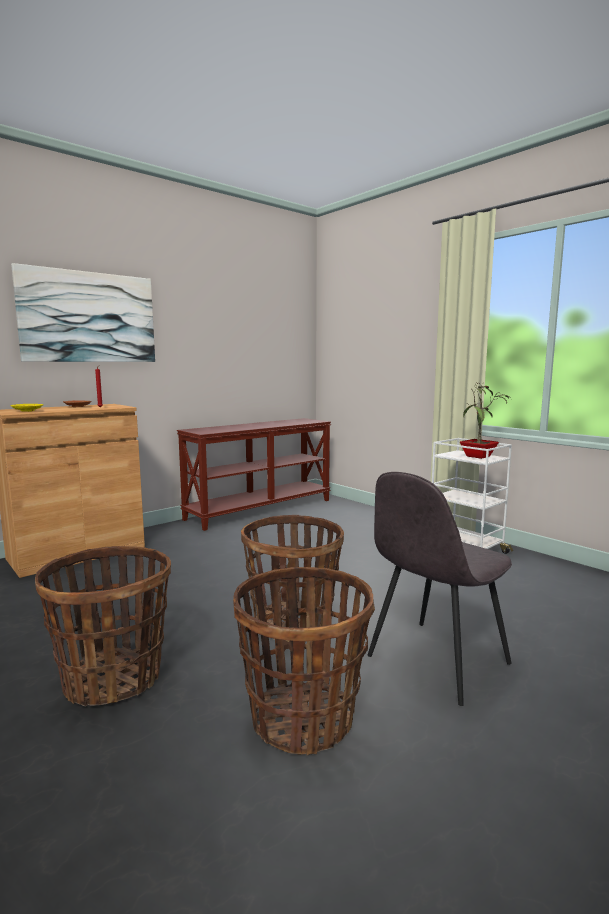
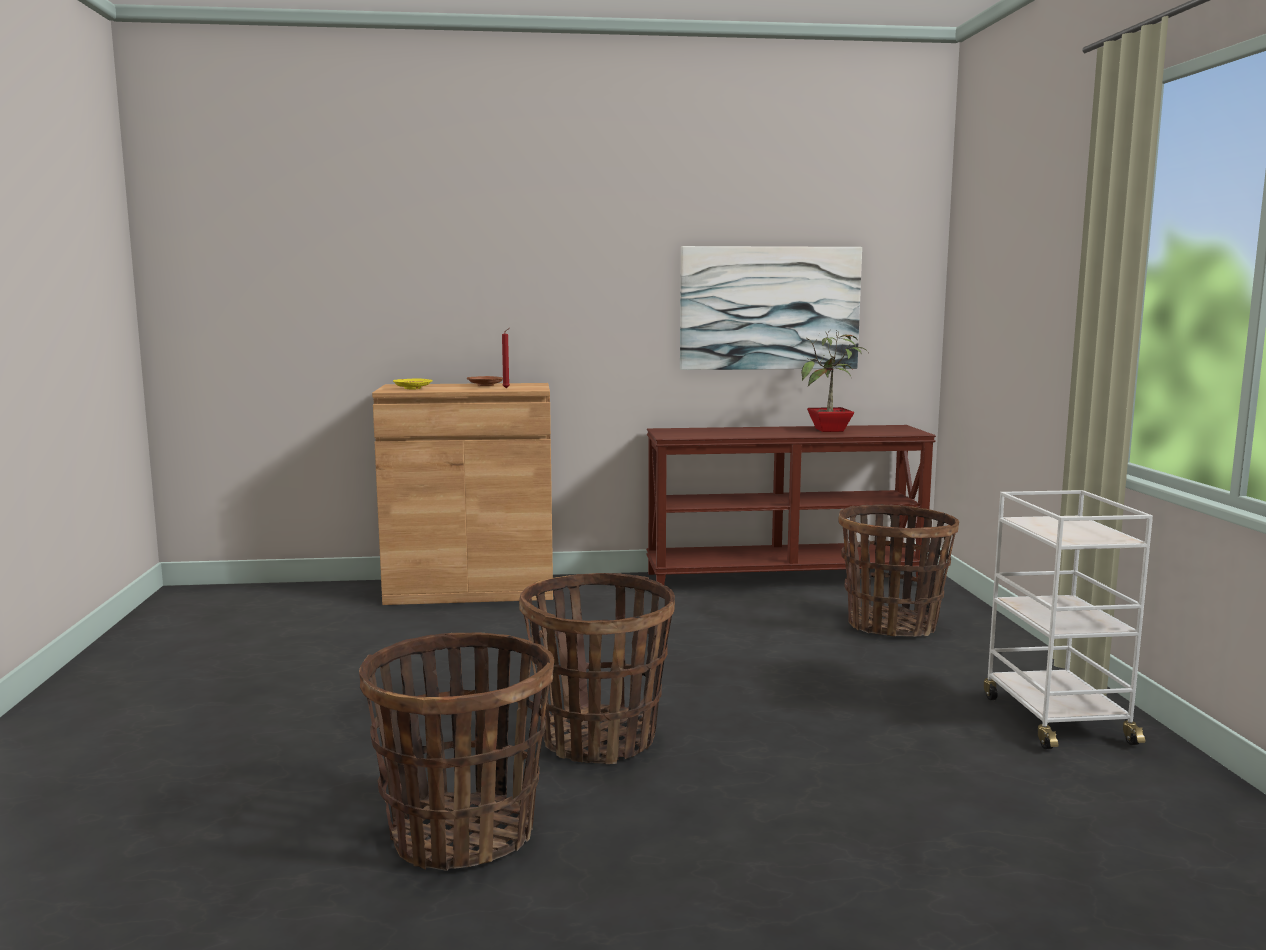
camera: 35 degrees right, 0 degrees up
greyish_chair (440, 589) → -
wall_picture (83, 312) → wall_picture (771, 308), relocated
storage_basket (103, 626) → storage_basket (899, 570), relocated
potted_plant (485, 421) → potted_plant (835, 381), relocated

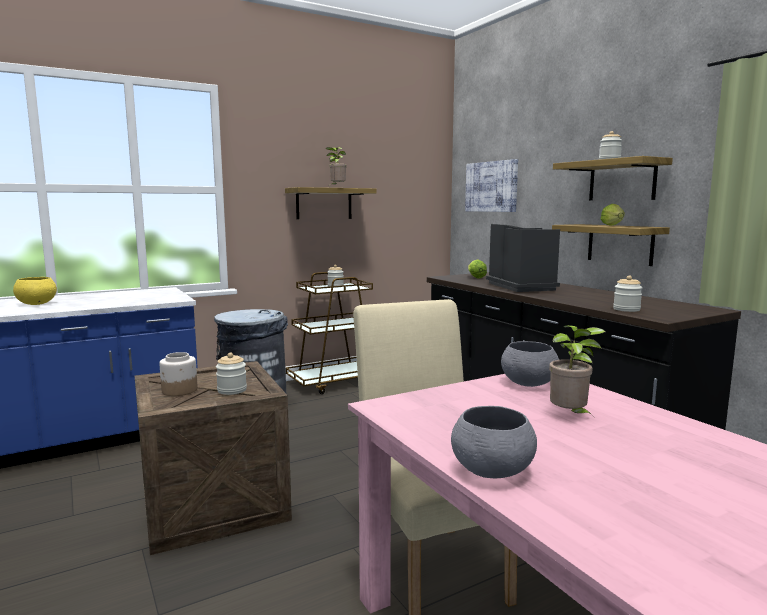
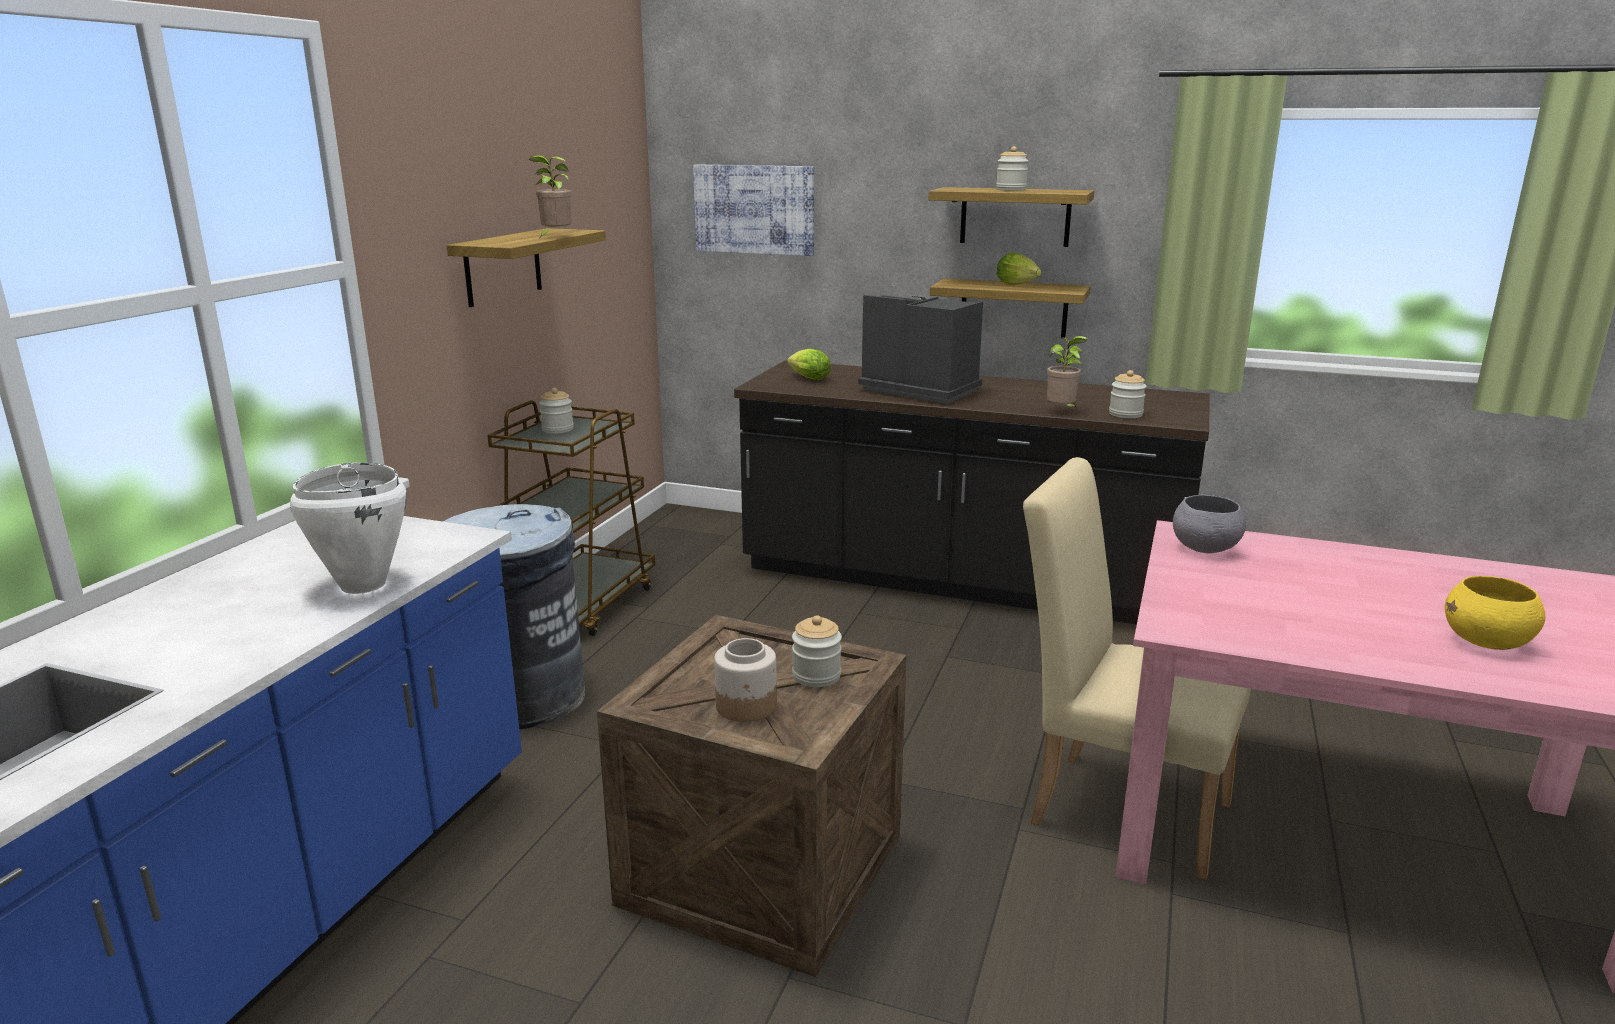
camera: 40 degrees left, 10 degrees up
greyish_bowl (494, 442) → -
- → white_stockpot (348, 528)
yellow-coloured_bowl (35, 291) → yellow-coloured_bowl (1495, 613), relocated
potted_plant (577, 371) → potted_plant (1067, 372), relocated

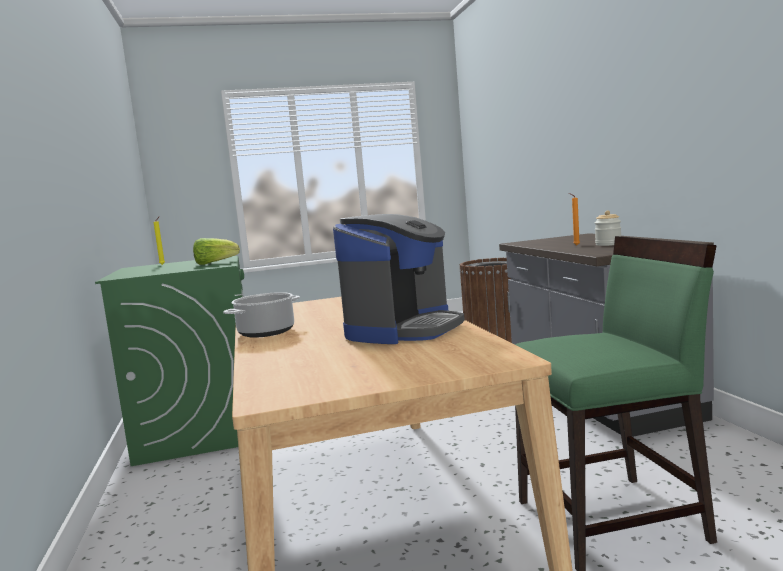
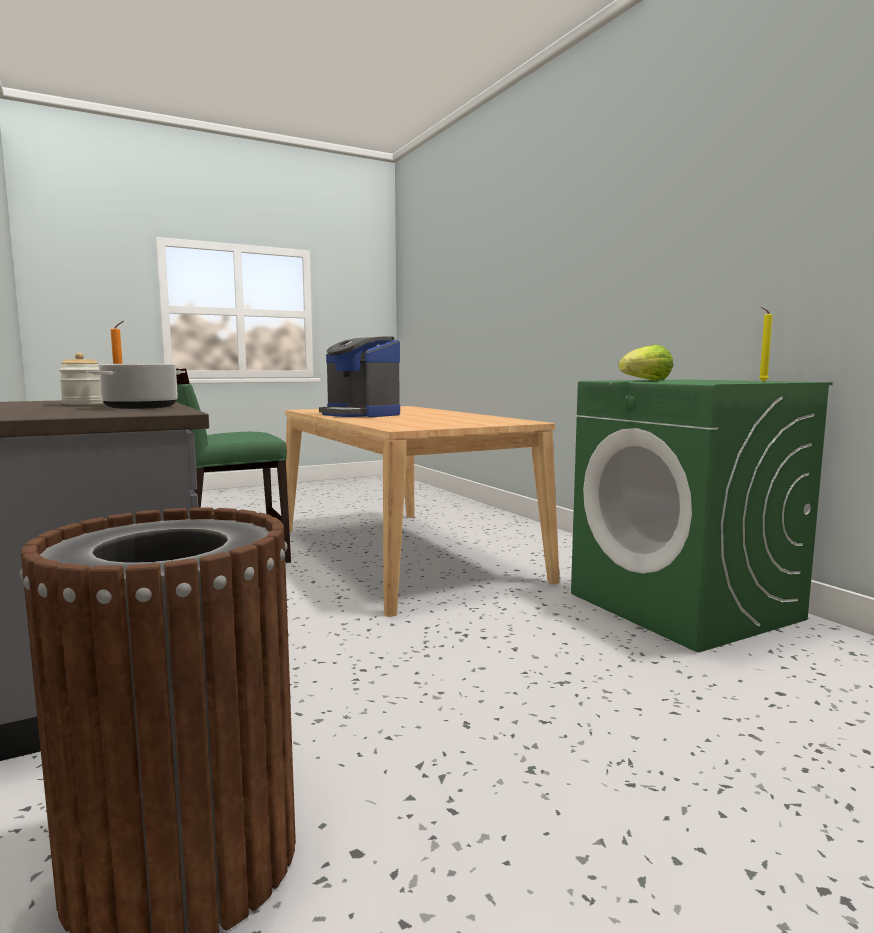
camera: 165 degrees right, 0 degrees up
stockpot (261, 315) → stockpot (135, 386), relocated
coffee_machine (399, 279) → coffee_machine (359, 376), 60 degrees counterclockwise

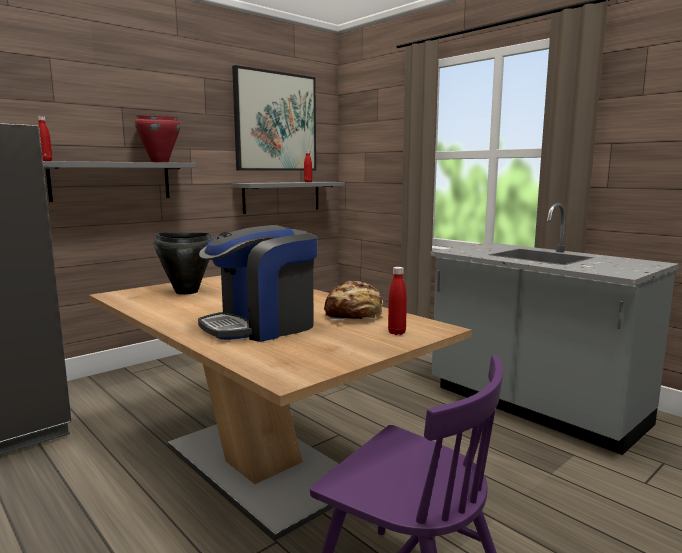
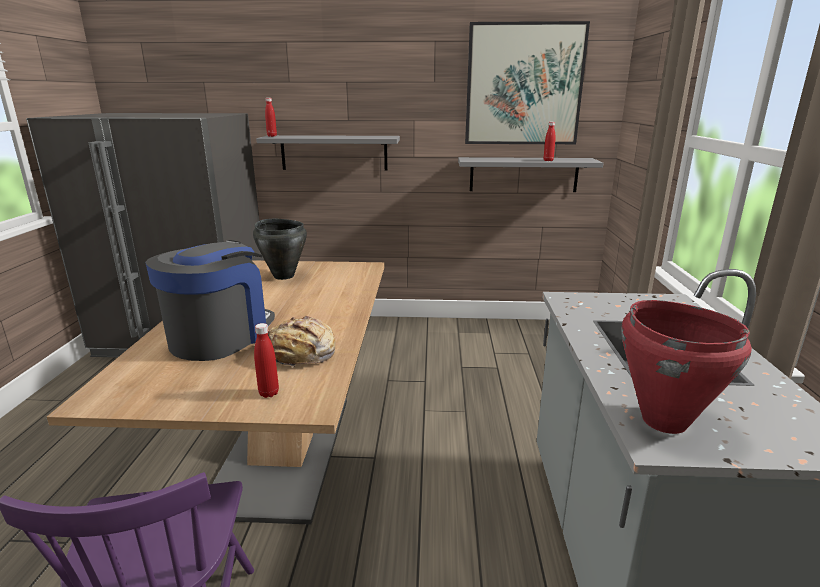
camera: 45 degrees right, 10 degrees up
red_stockpot (157, 139) → red_stockpot (686, 367), relocated
coffee_machine (257, 283) → coffee_machine (210, 300), 105 degrees clockwise

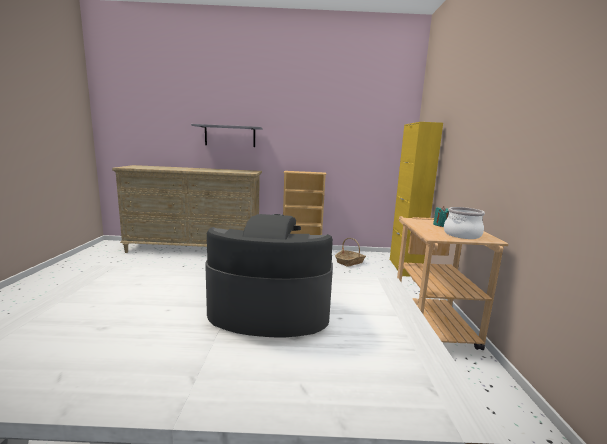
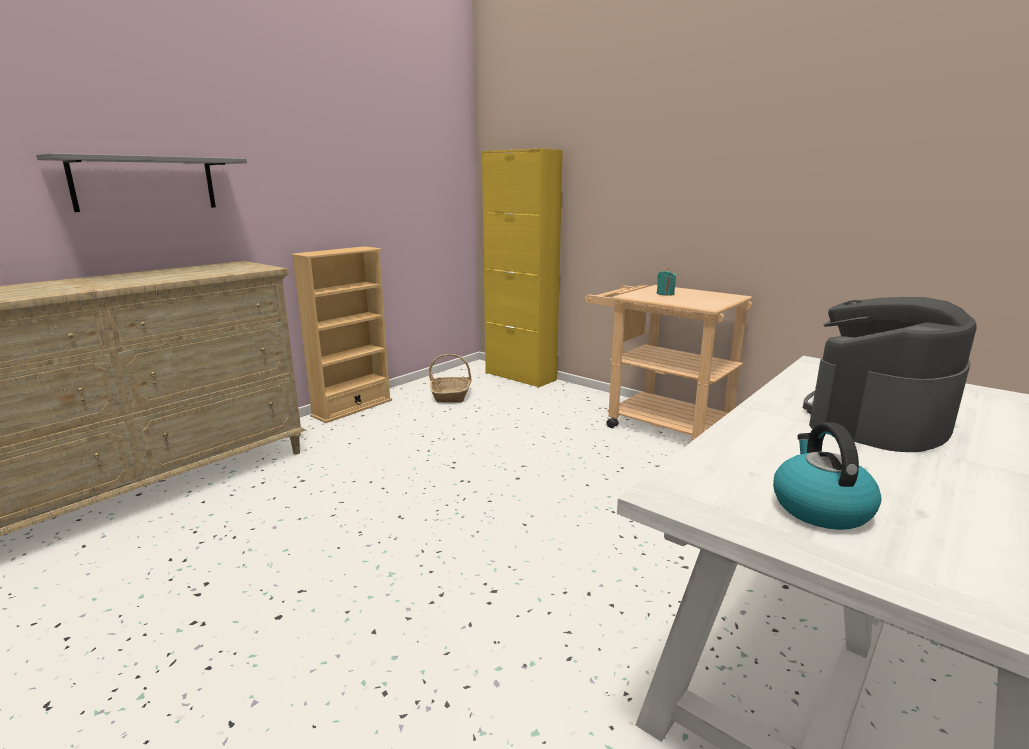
camera: 50 degrees left, 5 degrees up
stockpot (464, 223) → -
- → tea_kettle (827, 476)

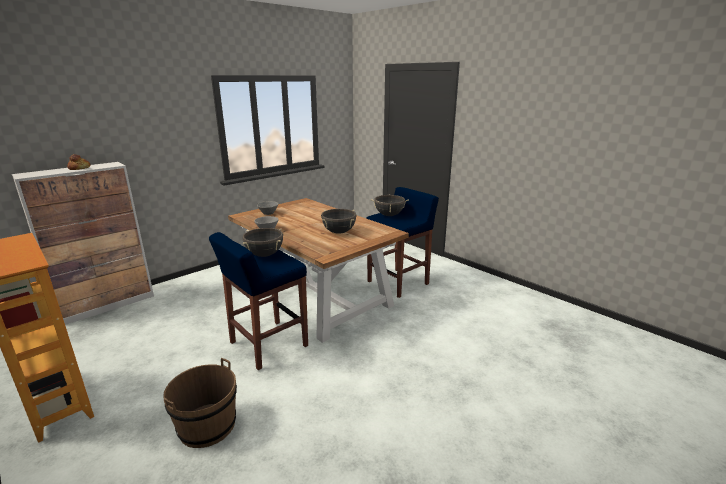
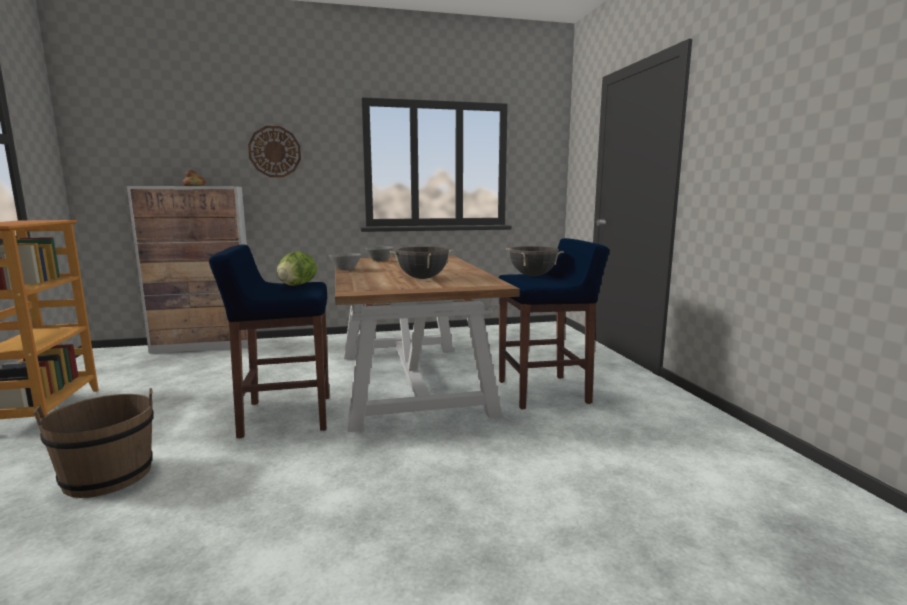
camera: 30 degrees right, 10 degrees down
- → clock_on_the_wall (274, 151)
black-coloured_stockpot (262, 242) → head_of_lettuce (297, 268)

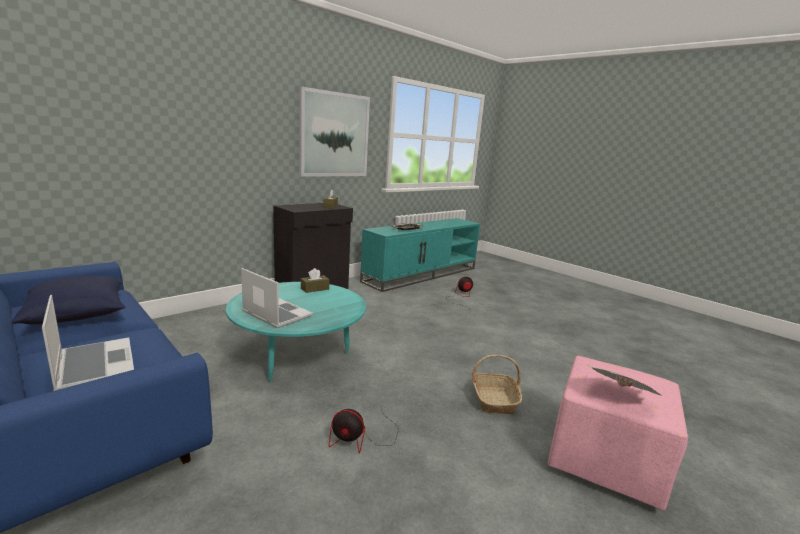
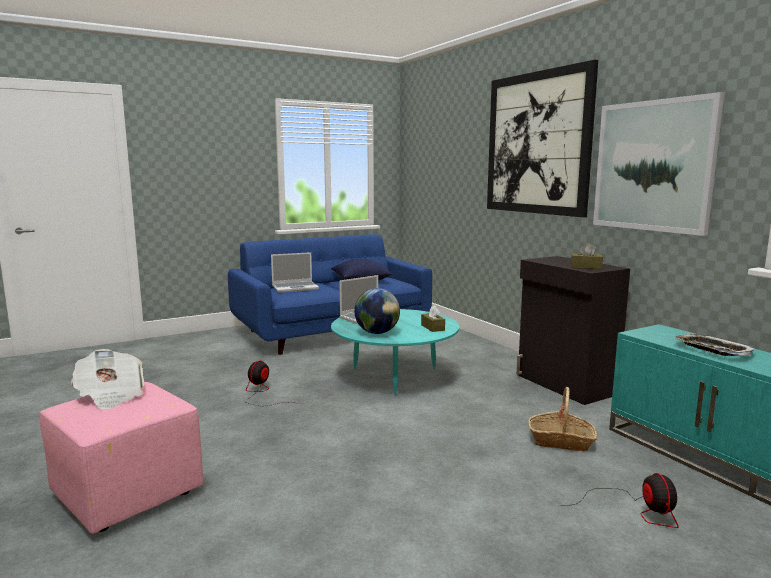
camera: 105 degrees right, 5 degrees down
- → desk_globe (377, 311)
- → wall_picture (542, 138)
storage_basket (497, 384) → storage_basket (562, 419), relocated

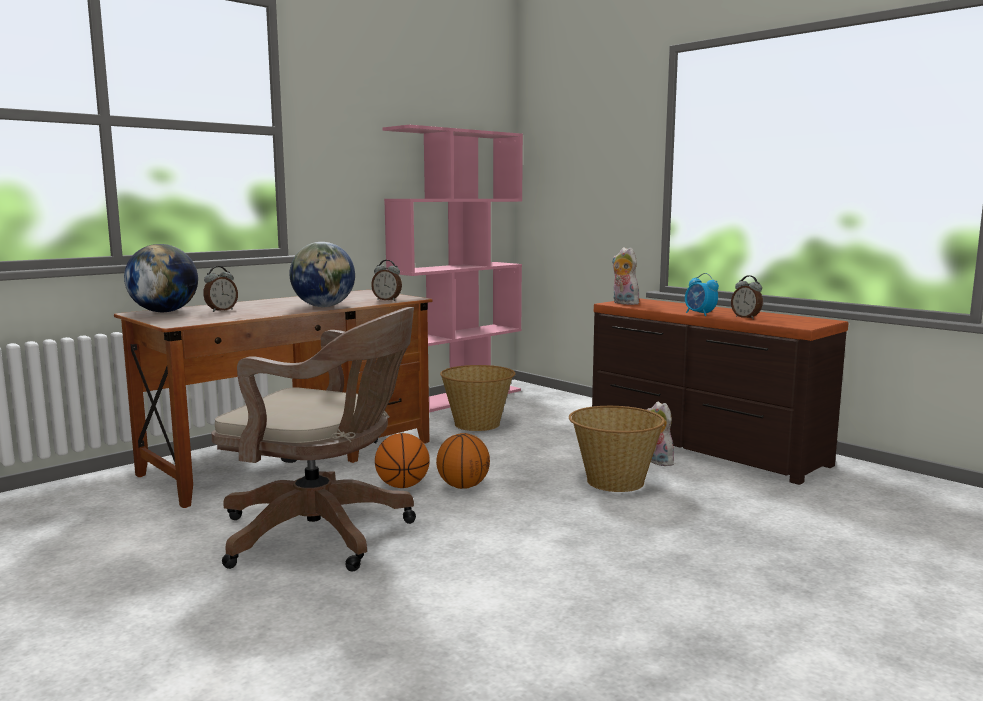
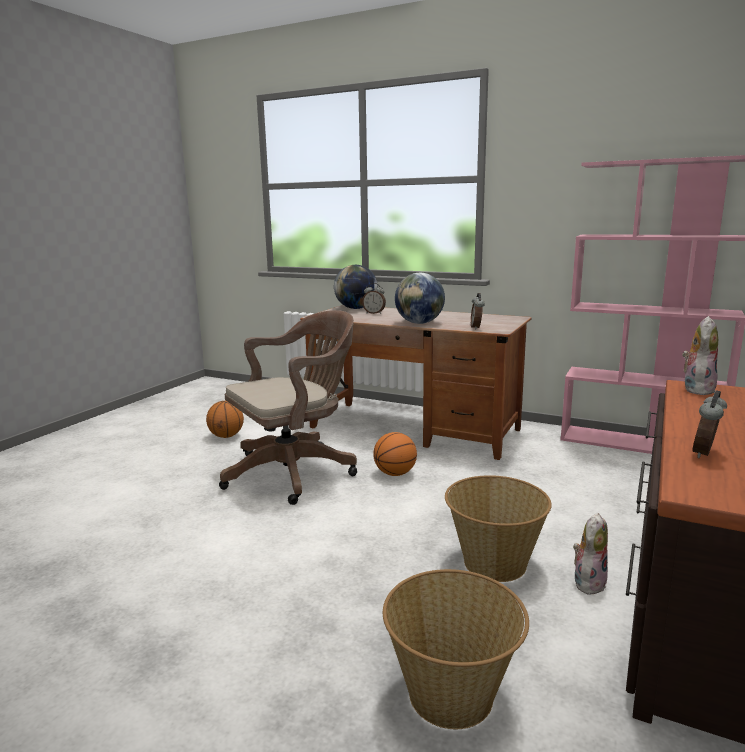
camera: 70 degrees right, 5 degrees up
table_clock (702, 294) → -
basketball (463, 461) → basketball (225, 419), relocated
storage_basket (477, 398) → storage_basket (456, 649), relocated
brown_desk_chair (313, 439) → brown_desk_chair (288, 407), 120 degrees counterclockwise

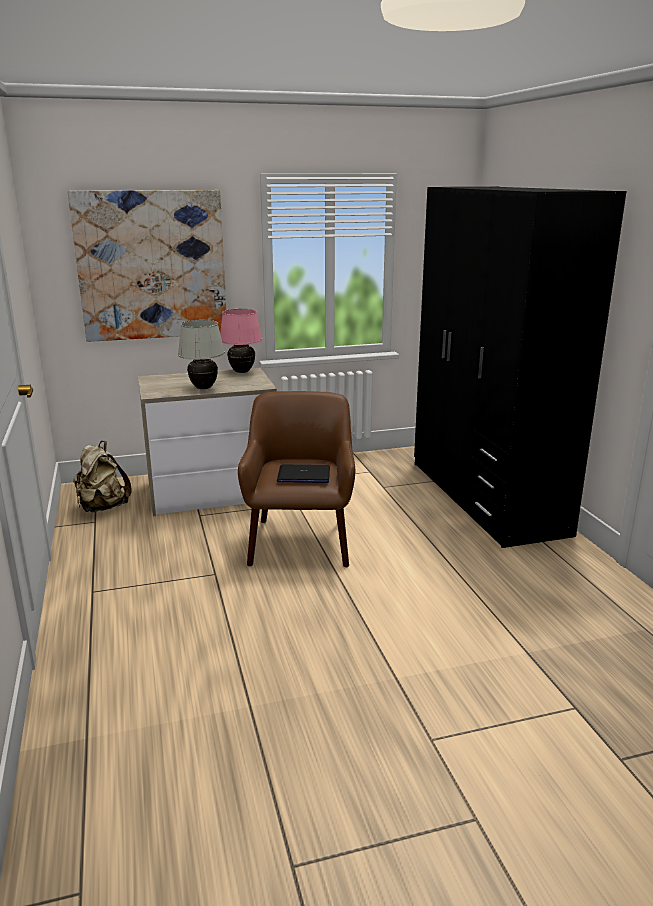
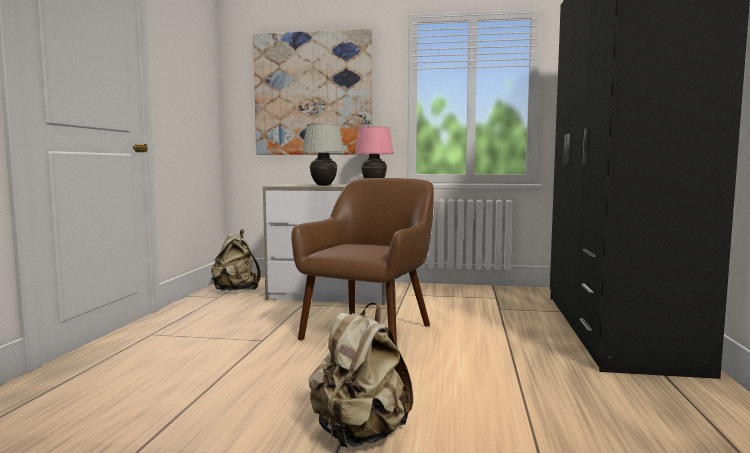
camera: 25 degrees right, 15 degrees down
portable_computer (303, 473) → -
- → beige_knapsack (361, 375)

